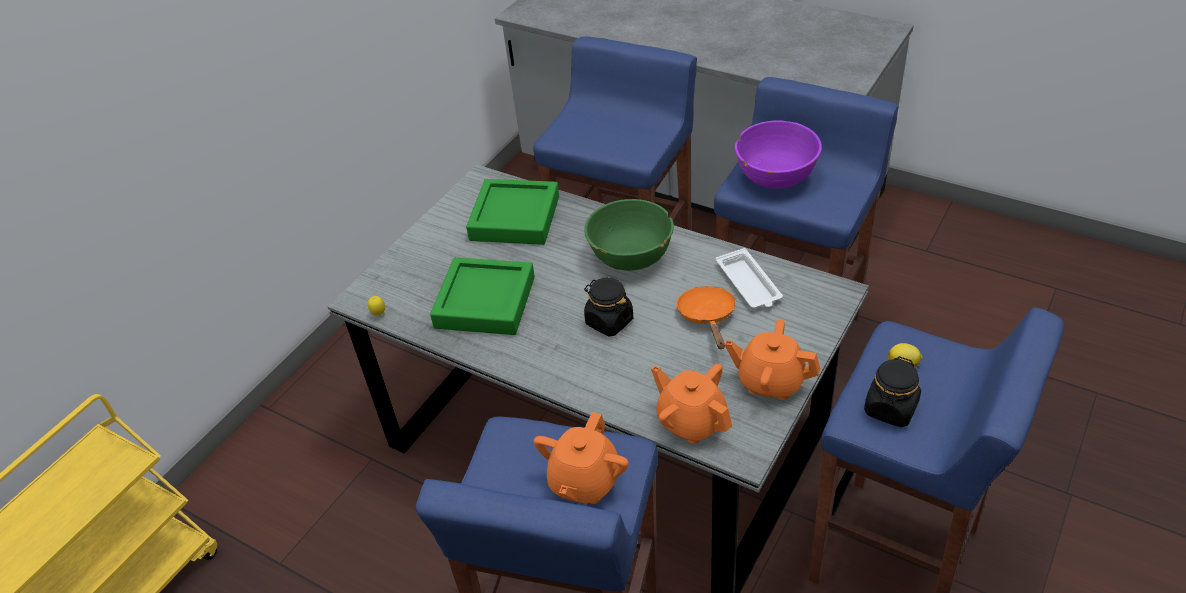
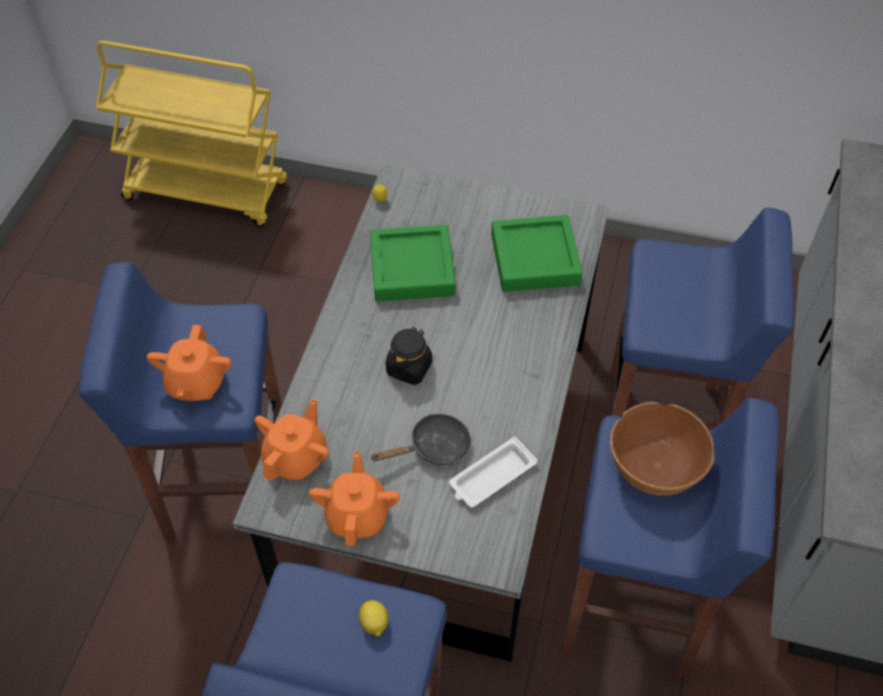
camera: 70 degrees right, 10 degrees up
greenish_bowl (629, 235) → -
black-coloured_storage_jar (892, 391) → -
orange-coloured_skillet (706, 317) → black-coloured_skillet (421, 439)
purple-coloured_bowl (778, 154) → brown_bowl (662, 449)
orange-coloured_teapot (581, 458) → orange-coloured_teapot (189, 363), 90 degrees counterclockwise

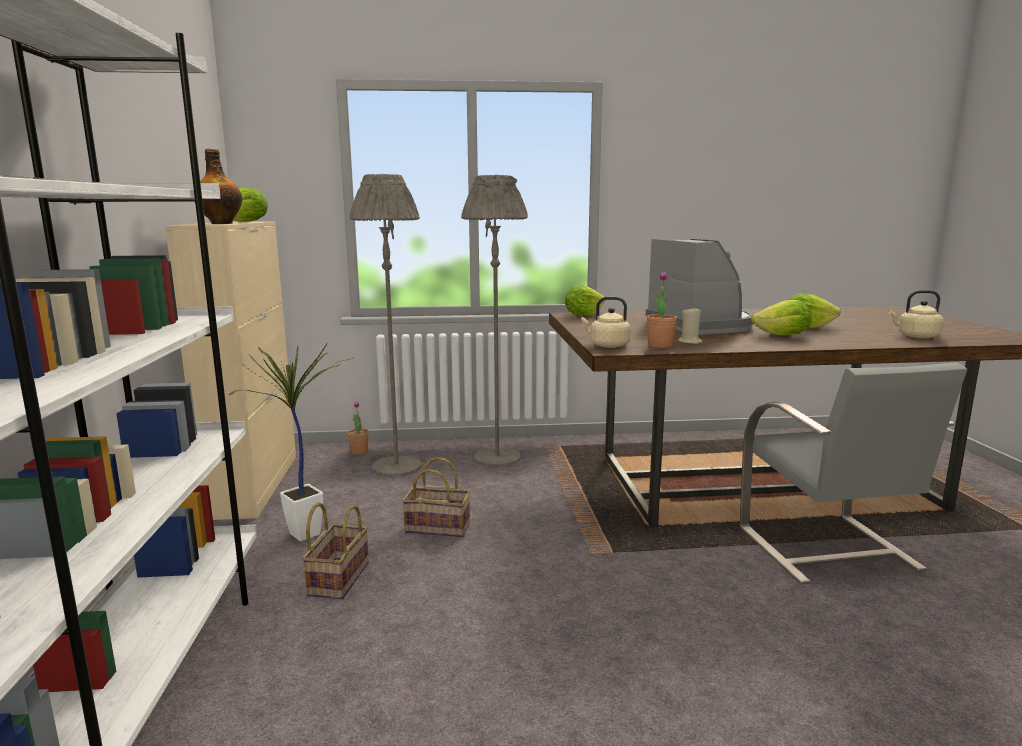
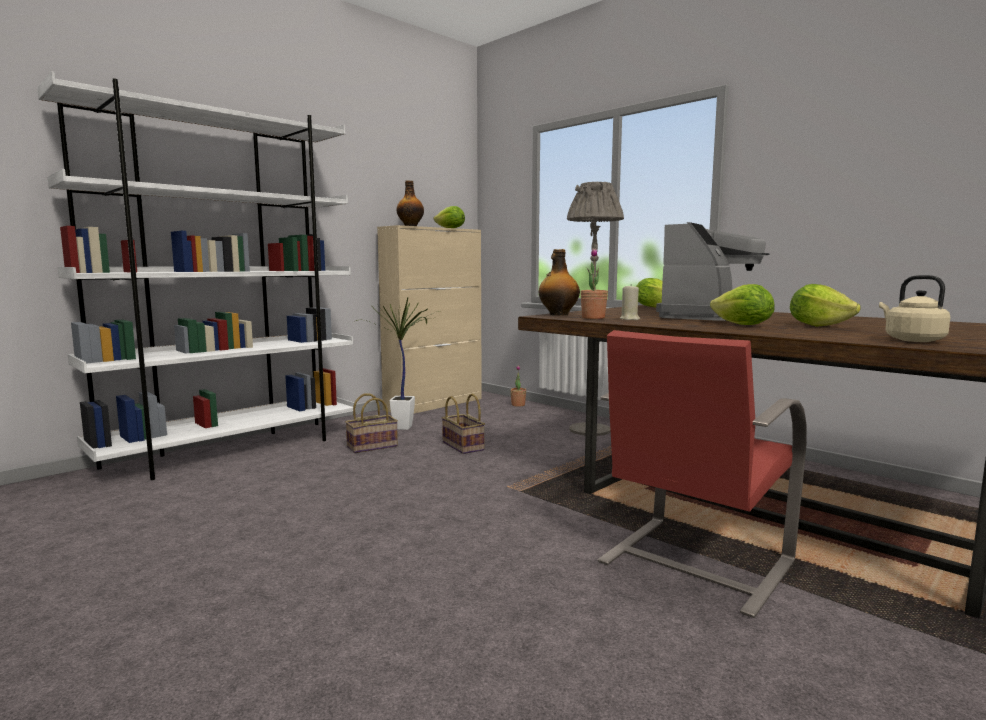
camera: 50 degrees right, 5 degrees down
greyish_floor_lamp (385, 325) → -
beige_tea_kettle (606, 322) → beverage_bottle (559, 282)
greyish_chair (853, 473) → red_chair (702, 474)

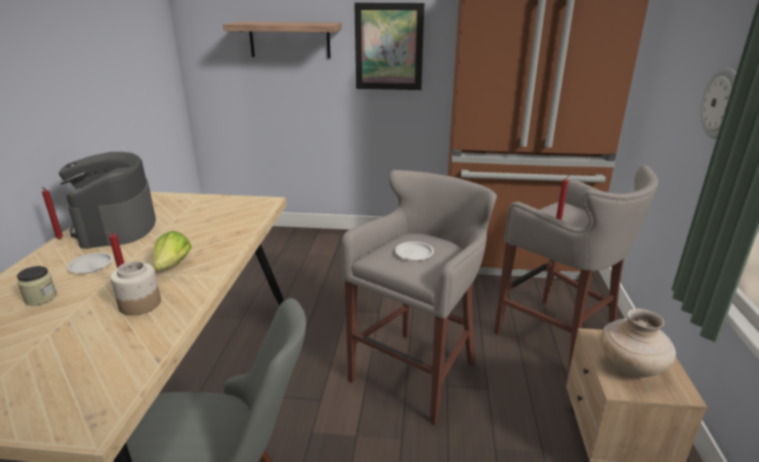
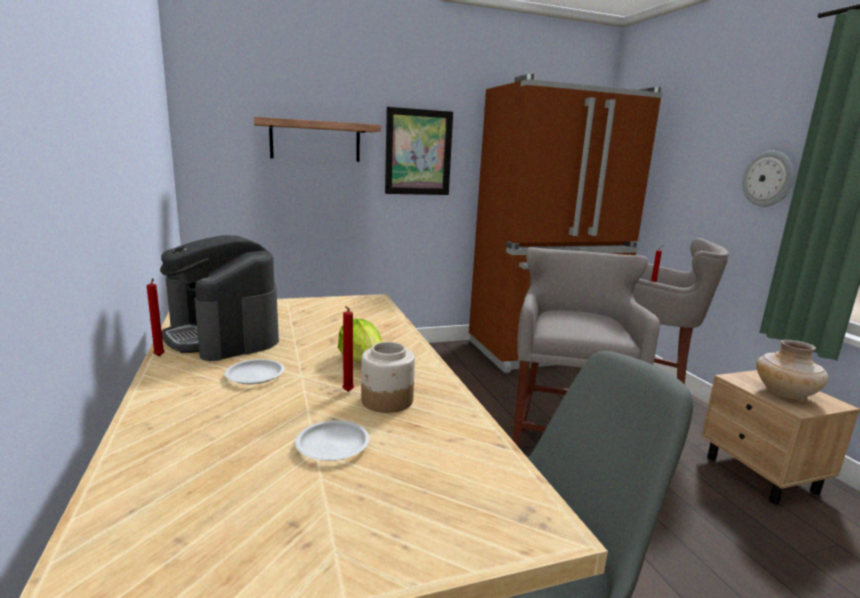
camera: 25 degrees left, 10 degrees down
storage_jar (37, 285) → -
white_dinner_plate (414, 251) → white_dinner_plate (332, 440), relocated

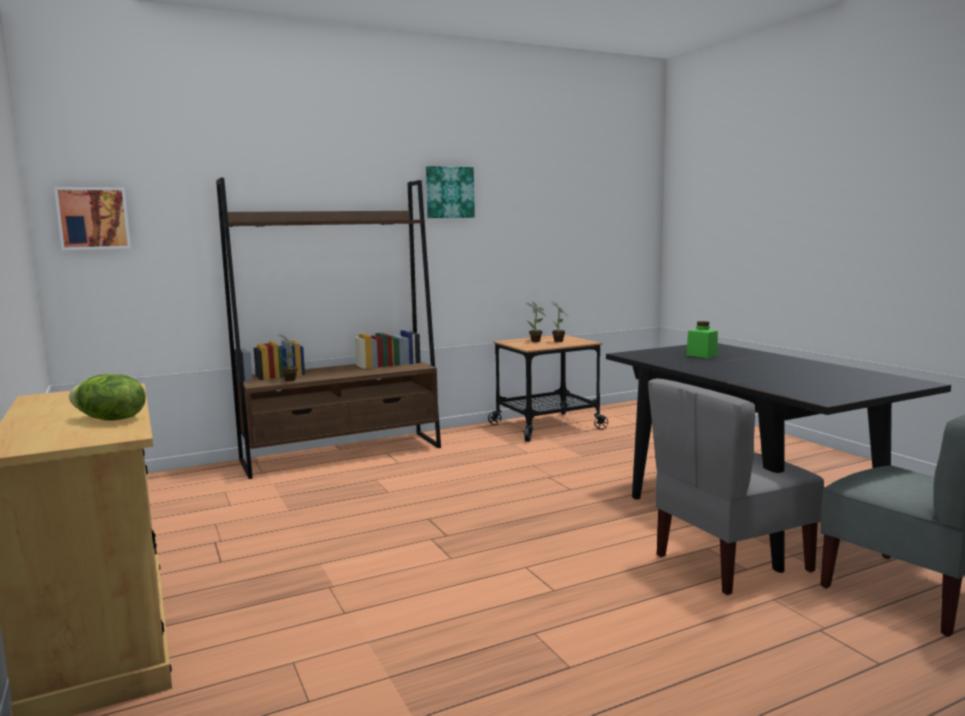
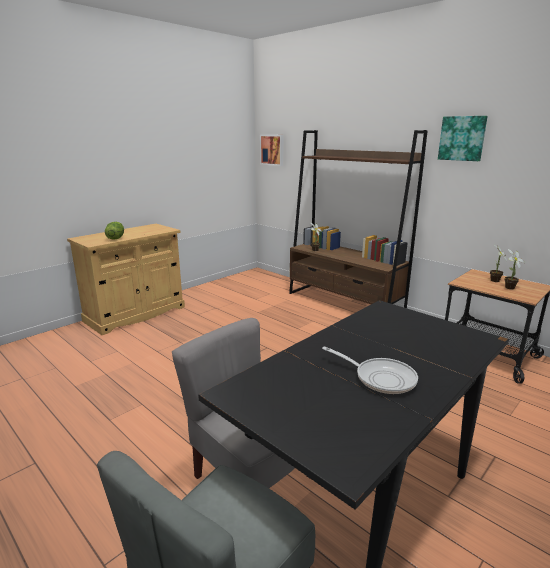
camera: 70 degrees right, 10 degrees up
greenish_storage_jar (702, 339) → -
- → skillet (370, 370)

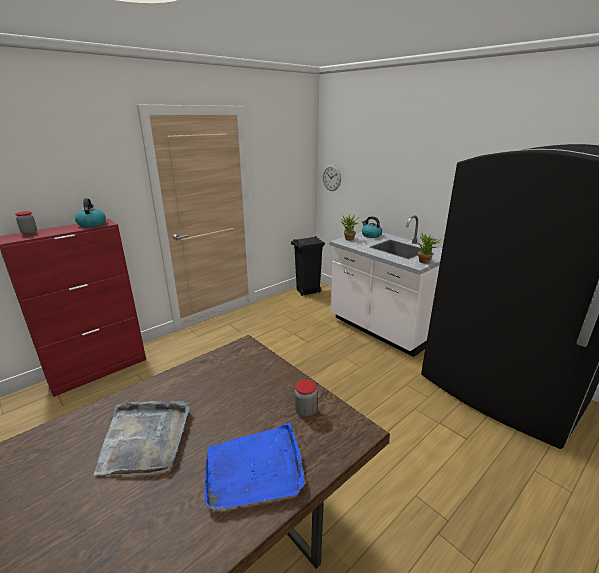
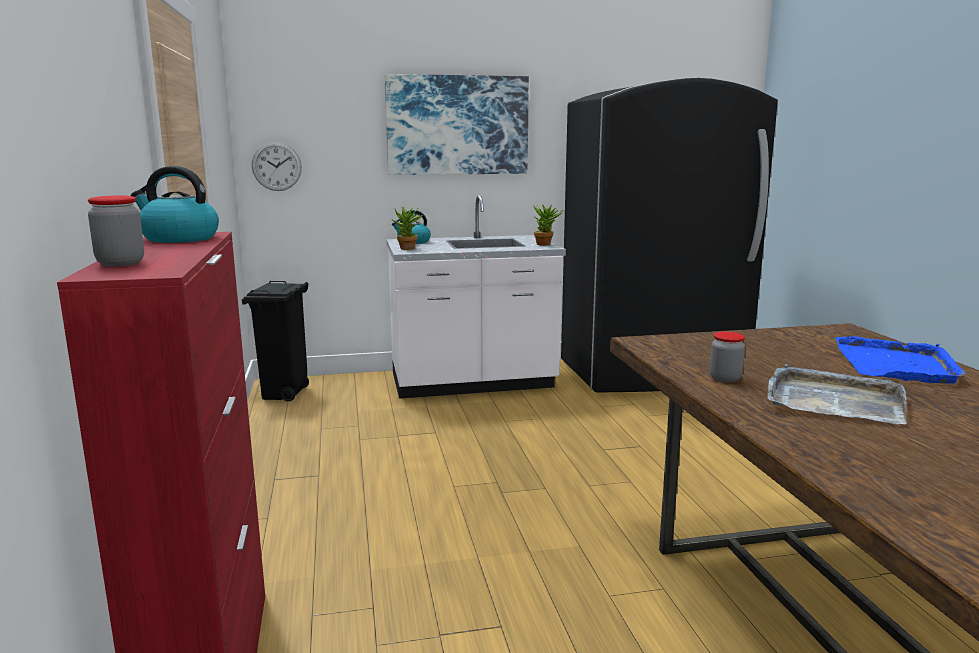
camera: 60 degrees left, 10 degrees down
- → wall_picture (456, 124)
storage_jar (305, 398) → storage_jar (727, 357), relocated

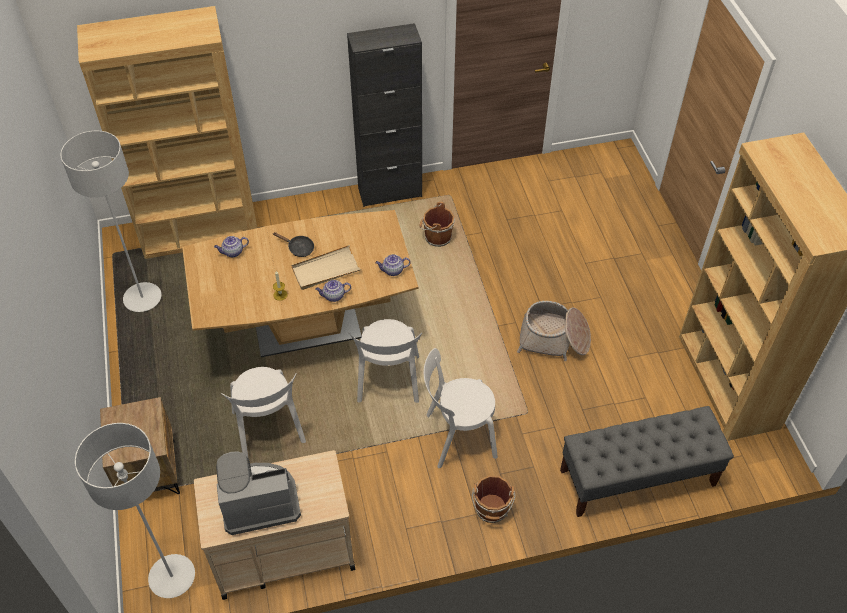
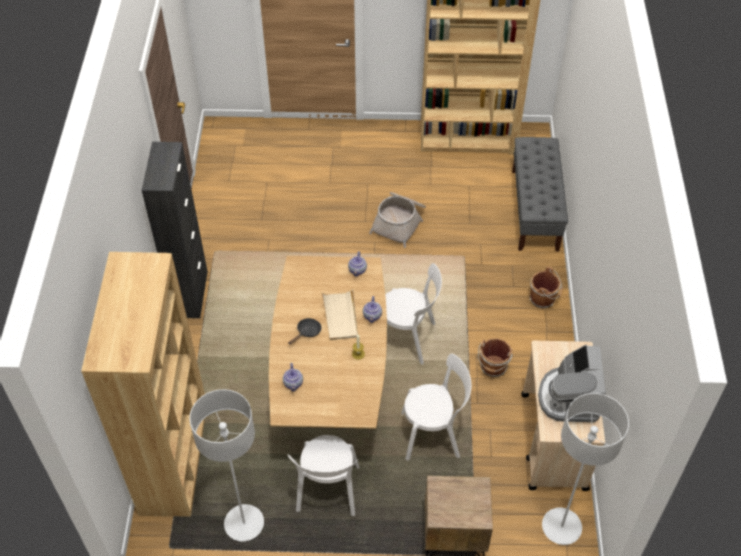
camera: 75 degrees left, 0 degrees up
brown_pail (437, 224) → brown_pail (495, 357), relocated
white_chair (461, 408) → white_chair (323, 475), relocated

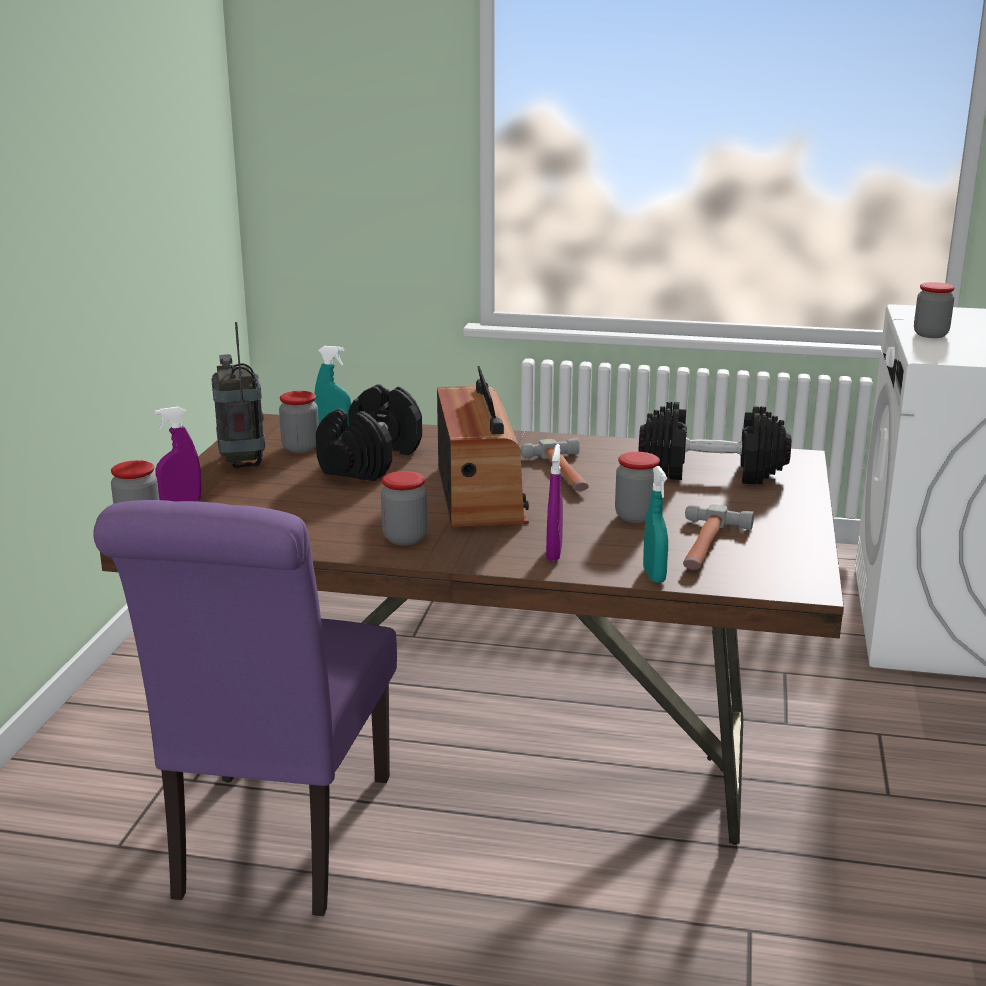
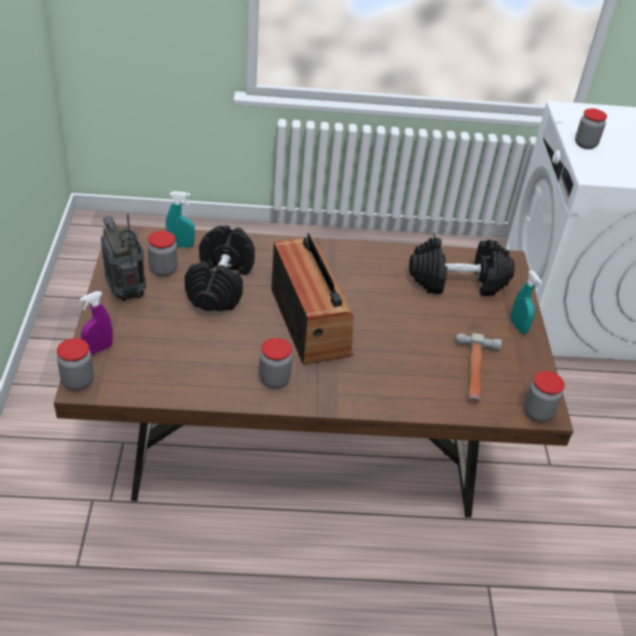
camera: 15 degrees left, 20 degrees up
purple-coloured_chair (245, 708) → -
tool_hammer (555, 464) → -
purple-coloured_sprayer (554, 502) → -
storage_jar (637, 487) → storage_jar (544, 396), relocated
turquoise_sprayer (655, 524) → turquoise_sprayer (526, 302), relocated

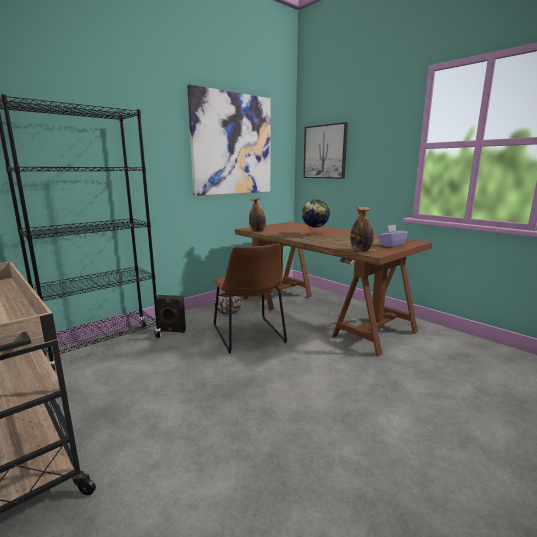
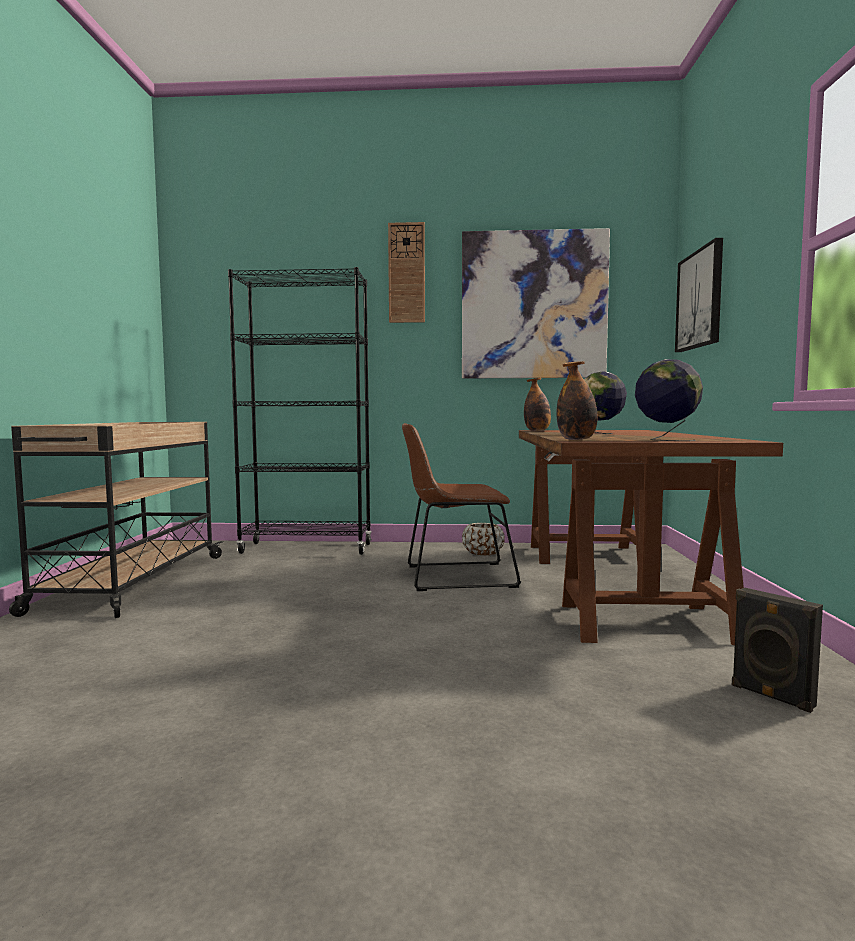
camera: 45 degrees right, 10 degrees down
- → clock_on_the_wall (406, 272)
black-coloured_speaker (171, 314) → black-coloured_speaker (777, 650), relocated
purple-coloured_tissue_box (393, 236) → desk_globe (669, 400)
brown_chair (250, 298) → brown_chair (461, 507), 60 degrees clockwise

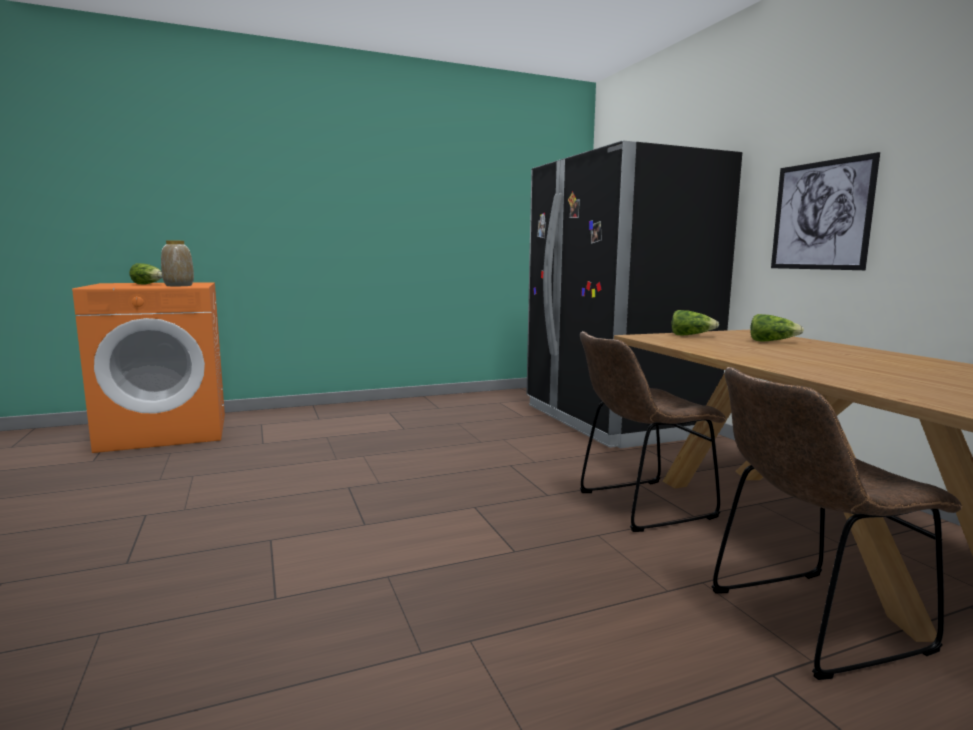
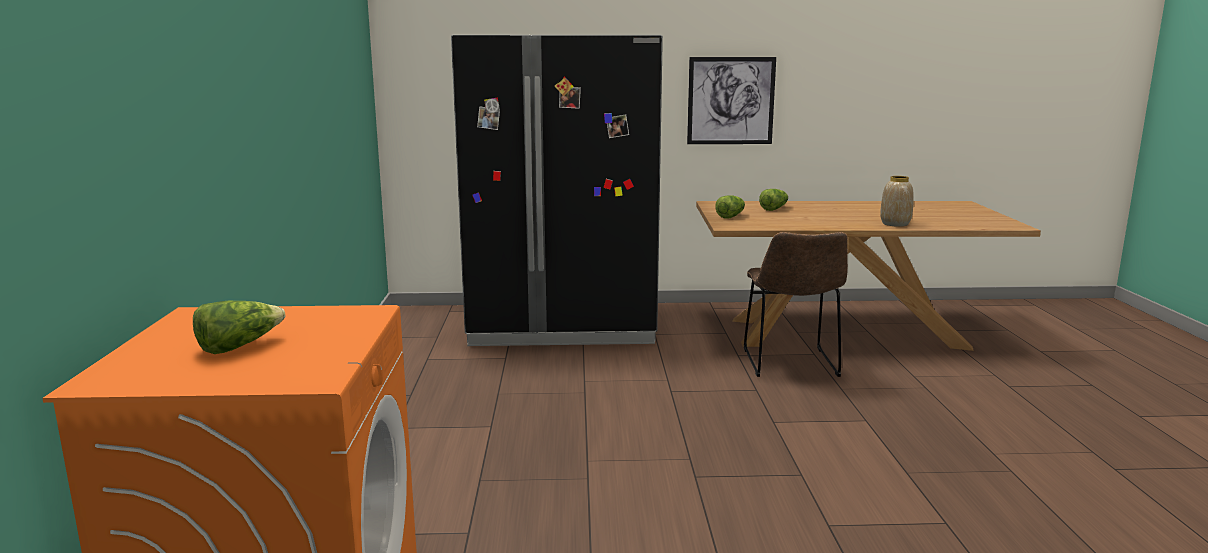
camera: 70 degrees left, 5 degrees up
brown_chair (836, 523) → -
vase (177, 263) → vase (897, 201), relocated

